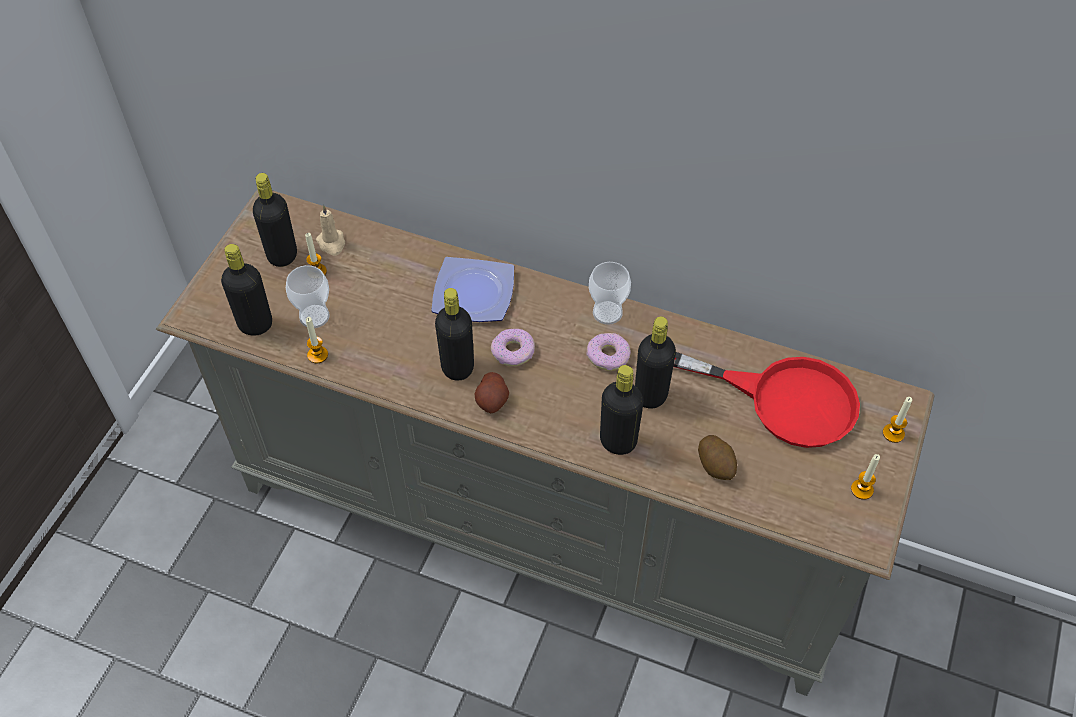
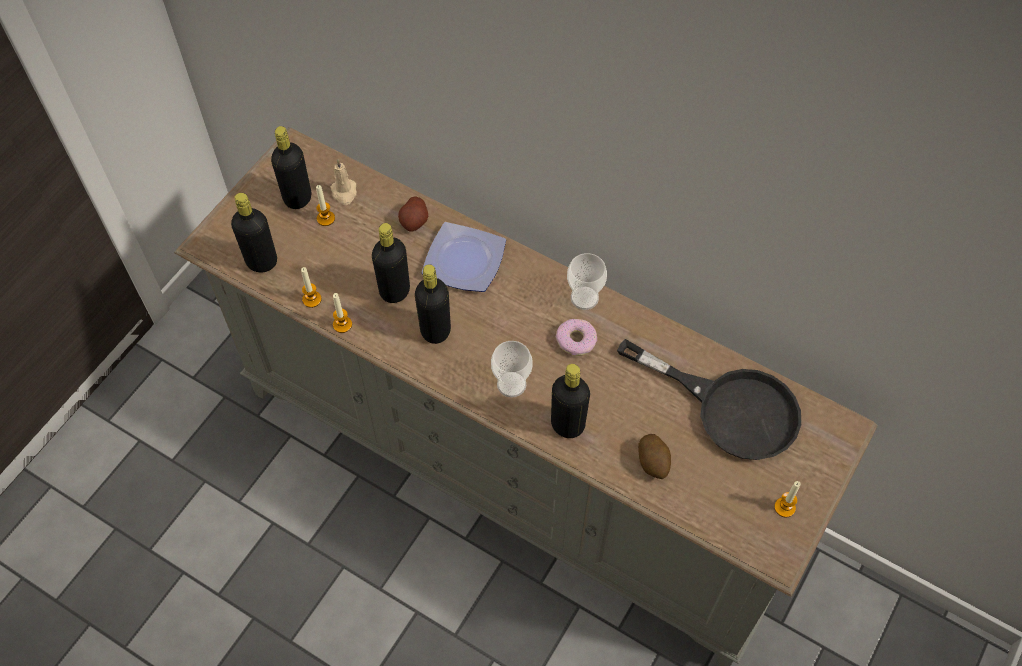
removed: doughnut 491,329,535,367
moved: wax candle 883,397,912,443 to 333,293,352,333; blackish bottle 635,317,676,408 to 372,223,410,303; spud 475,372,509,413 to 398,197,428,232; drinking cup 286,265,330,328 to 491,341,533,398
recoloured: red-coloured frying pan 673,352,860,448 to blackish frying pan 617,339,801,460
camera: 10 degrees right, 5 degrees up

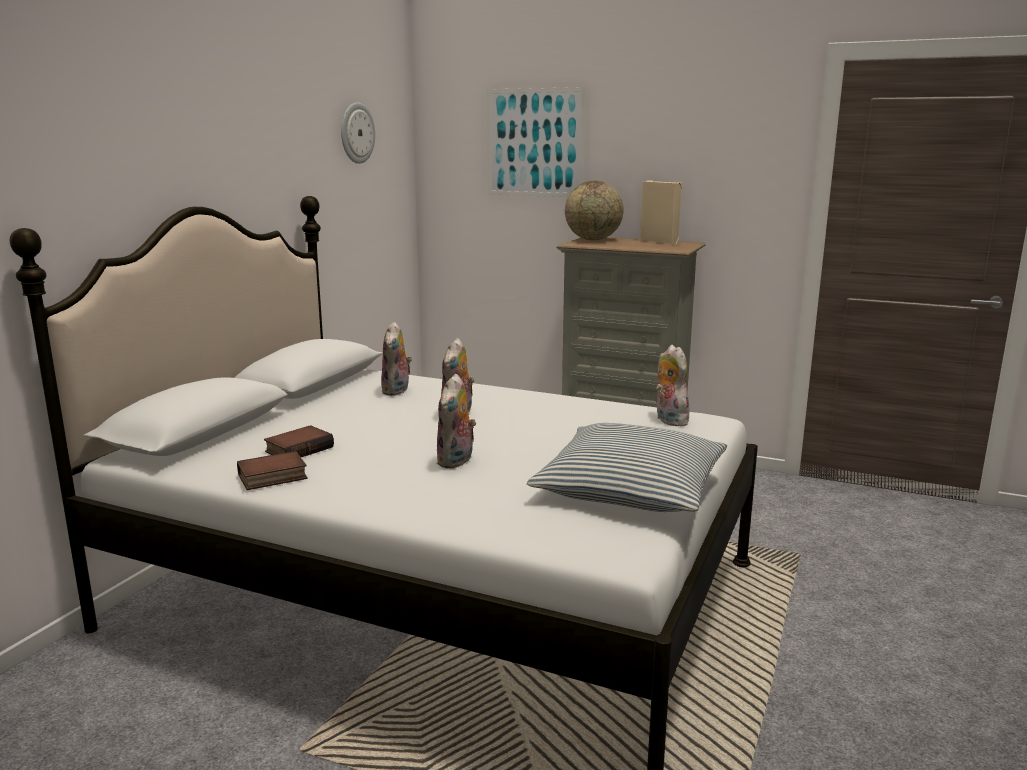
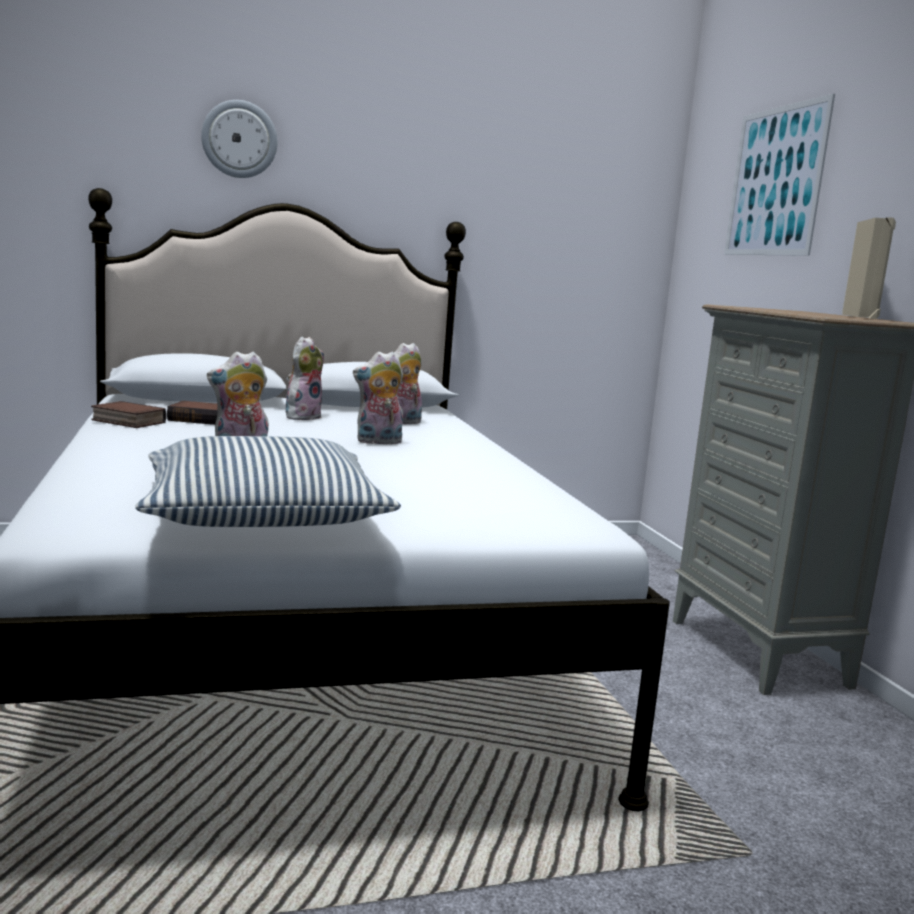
removed: world globe 565,180,624,240
moved: clock on the wall 341,102,375,164 to 201,100,277,178; soft toy 656,345,689,426 to 286,337,324,420
camera: 50 degrees right, 5 degrees down

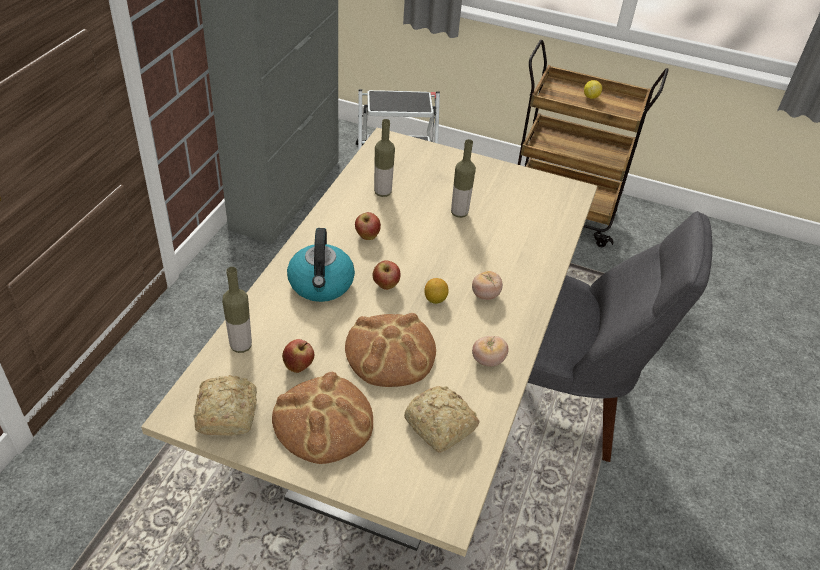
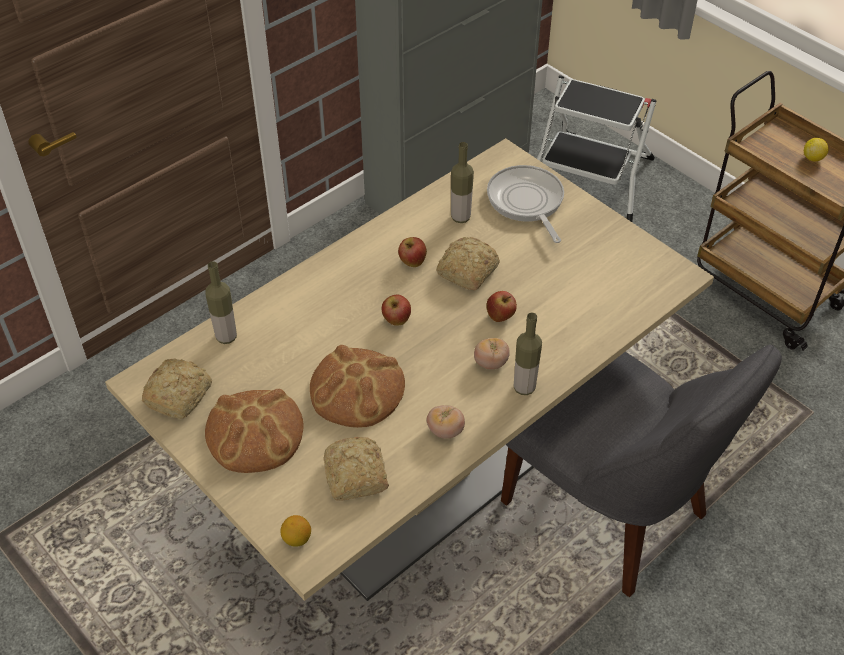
removed: water kettle 287,228,355,302
added: baked bread 436,237,500,290; frying pan 487,165,564,243
moved: whole lemon 424,278,449,304 to 280,515,311,547; whole apple 282,339,314,373 to 486,291,517,322; bottle 451,139,476,218 to 514,313,542,395
camera: 30 degrees right, 5 degrees up

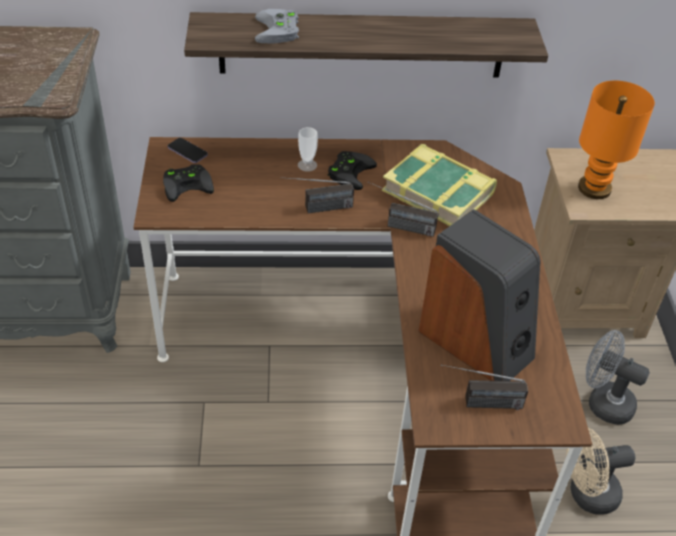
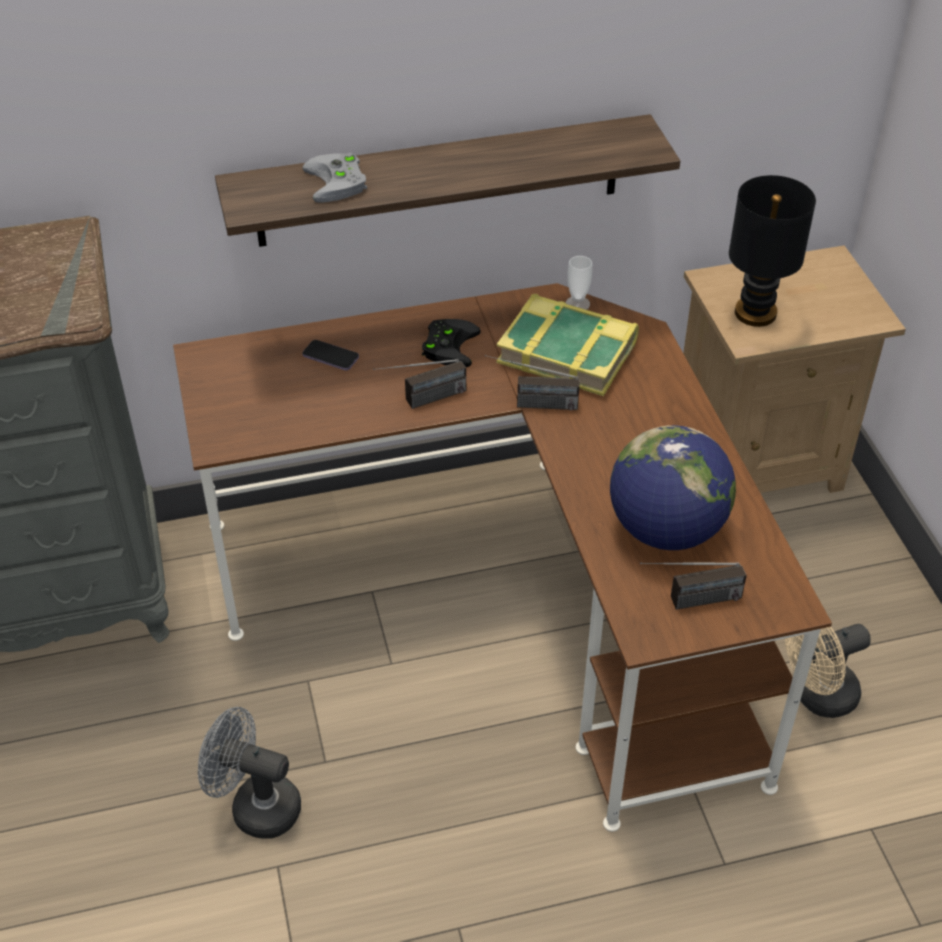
removed: blackish joypad 163,164,214,202
moved: grey electric fan 586,330,650,425 to 198,707,301,839; telephone 168,138,208,163 to 302,340,359,370; drinking cup 298,127,318,172 to 566,256,592,310
replaced: speaker 418,209,541,381 to world globe 610,425,736,550
recoloured: orange table lamp 578,80,655,199 to blackish table lamp 729,175,816,327
camera: 10 degrees left, 0 degrees up

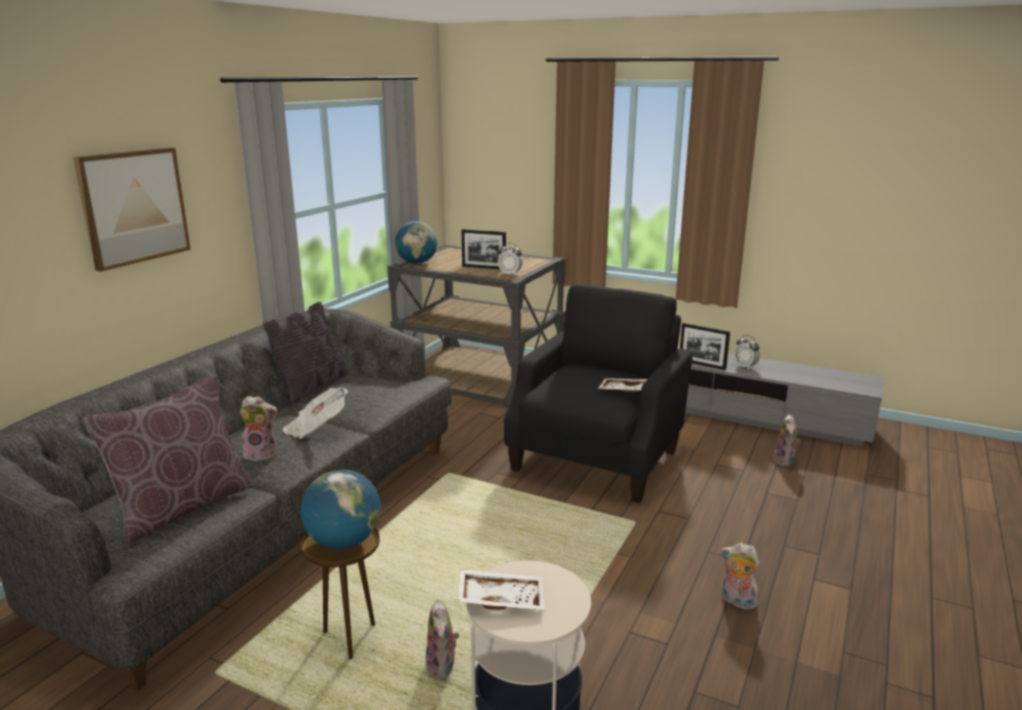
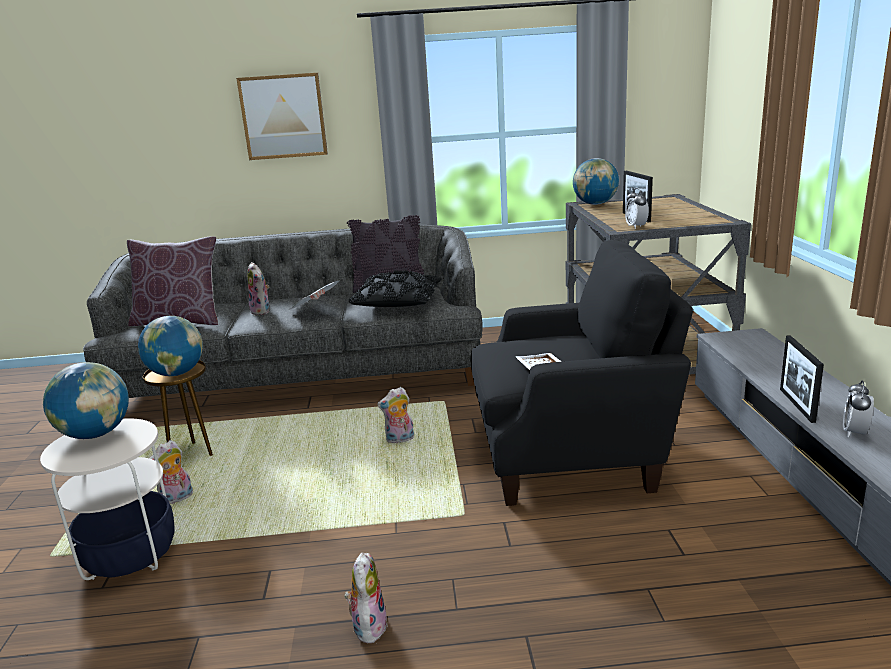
added: blackish cushion 349,270,442,307
moved: soft toy 774,414,800,467 to 377,387,414,443
replaced: white serving tray 458,569,544,610 to world globe 43,362,129,439
camera: 60 degrees right, 0 degrees up

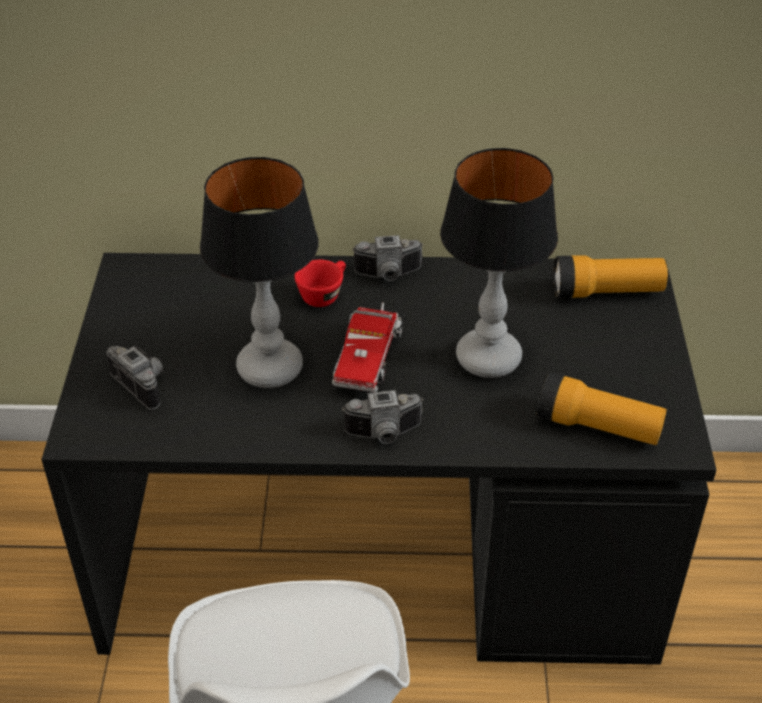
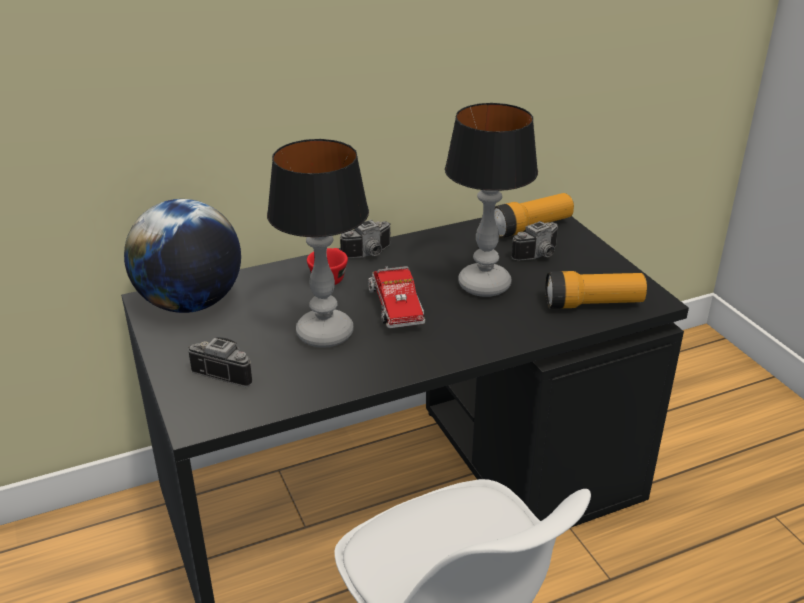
added: world globe 124,199,241,313
moved: photo camera 342,390,423,444 to 511,221,558,261
camera: 25 degrees left, 10 degrees down

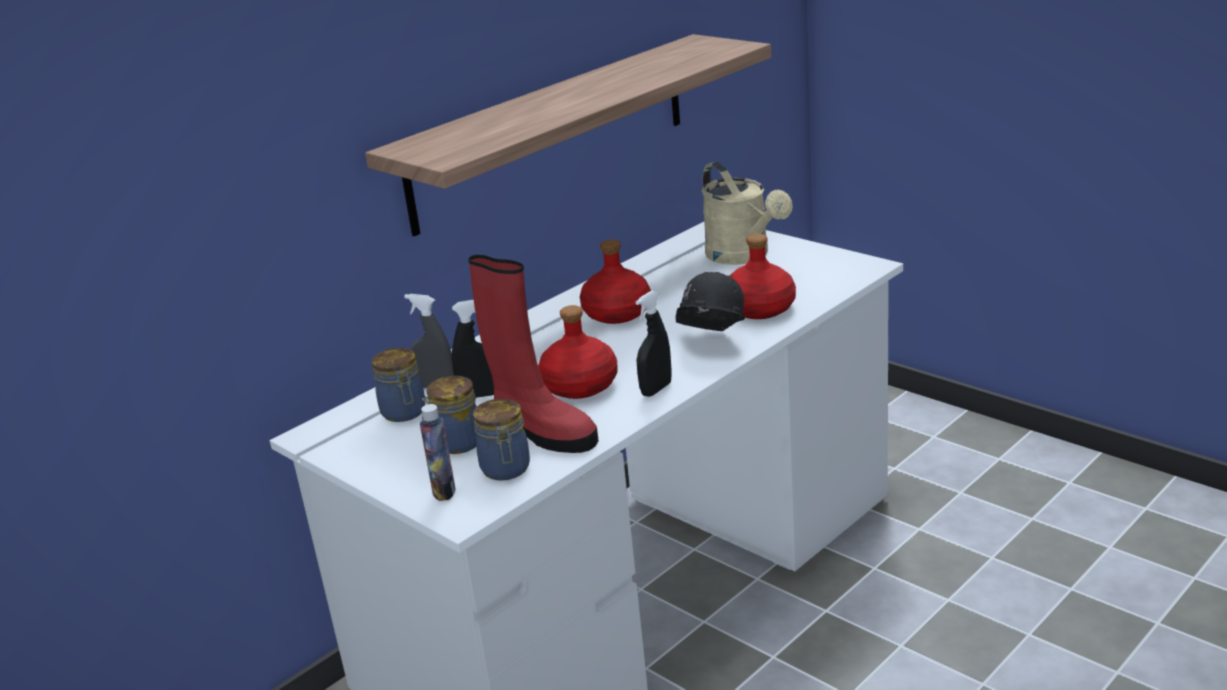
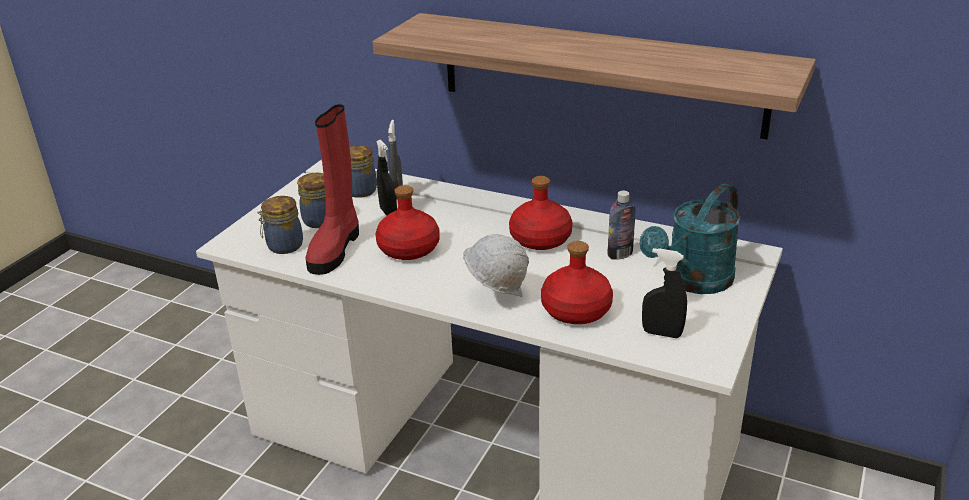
moved: bottle 420,404,456,501 to 607,191,636,260; blackish hand sprayer 636,291,672,397 to 642,248,687,338
recoloured: blackish work helmet 676,272,745,331 to white work helmet 463,234,529,297; beige-coloured watering pot 701,162,792,265 to blue-green watering pot 640,183,741,294
camera: 70 degrees right, 5 degrees up

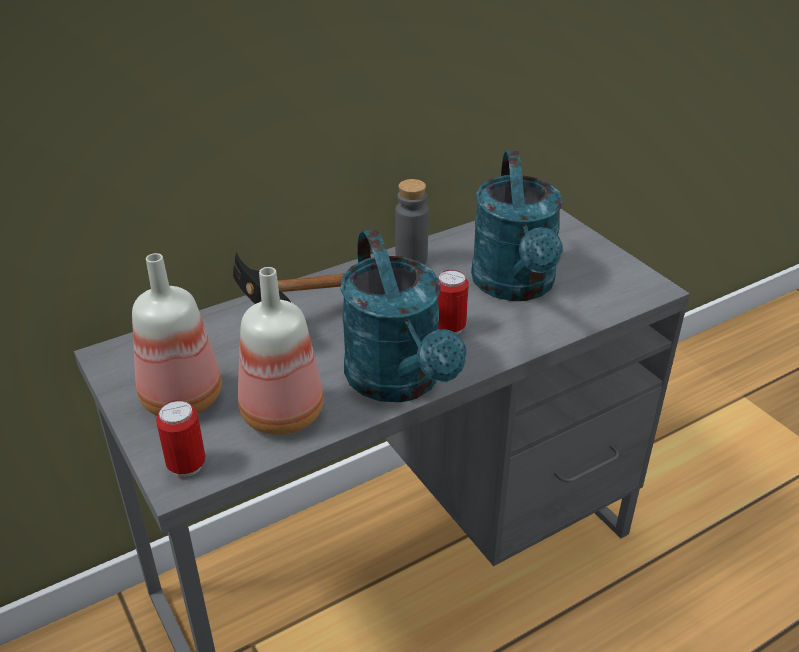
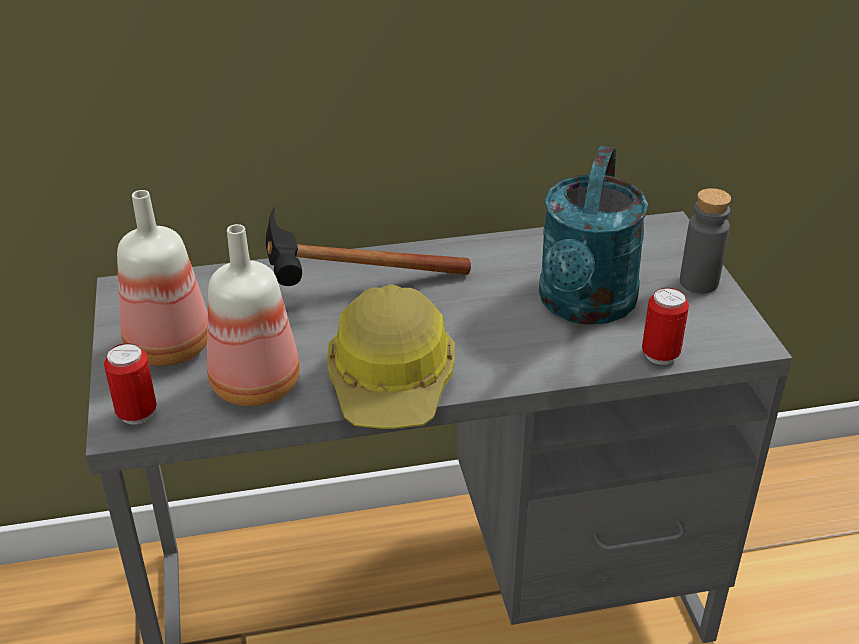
moved: sealed can 438,270,469,335 to 642,287,689,365; grey bottle 395,179,429,264 to 680,188,731,293
replaced: blue-green watering pot 340,229,467,402 to work helmet 327,285,455,429
camera: 20 degrees right, 0 degrees up

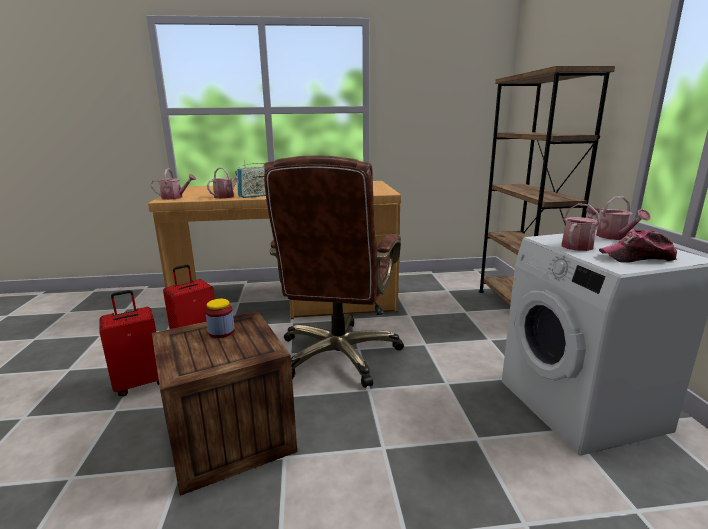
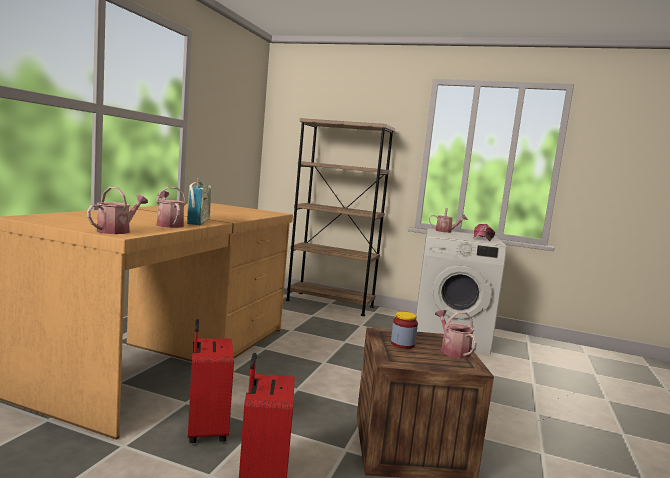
removed: brown-coloured desk chair 264,155,404,388
moved: watering pot 561,203,600,251 to 435,310,477,359
camera: 65 degrees left, 10 degrees down

